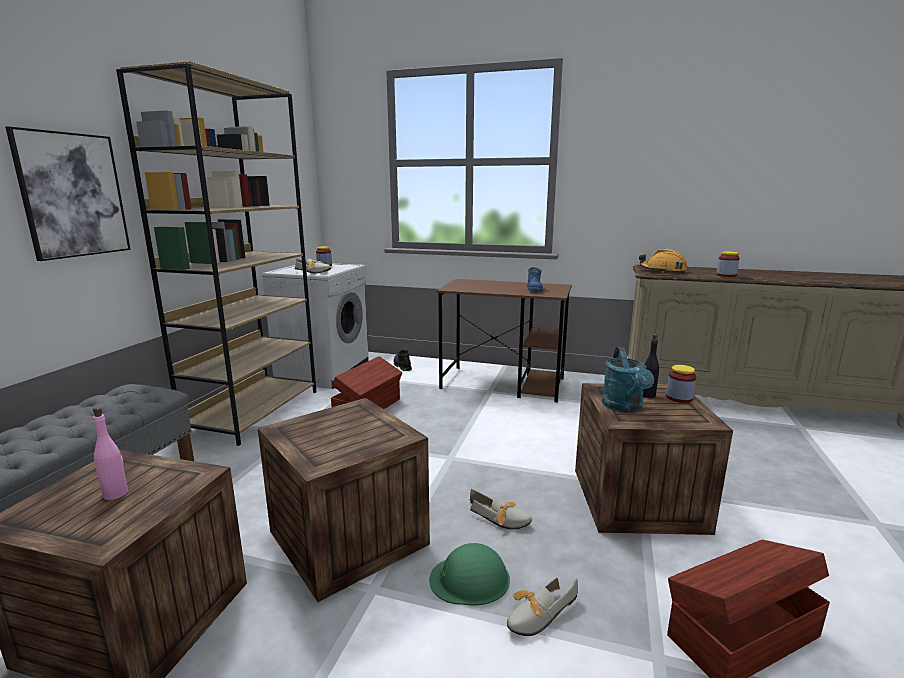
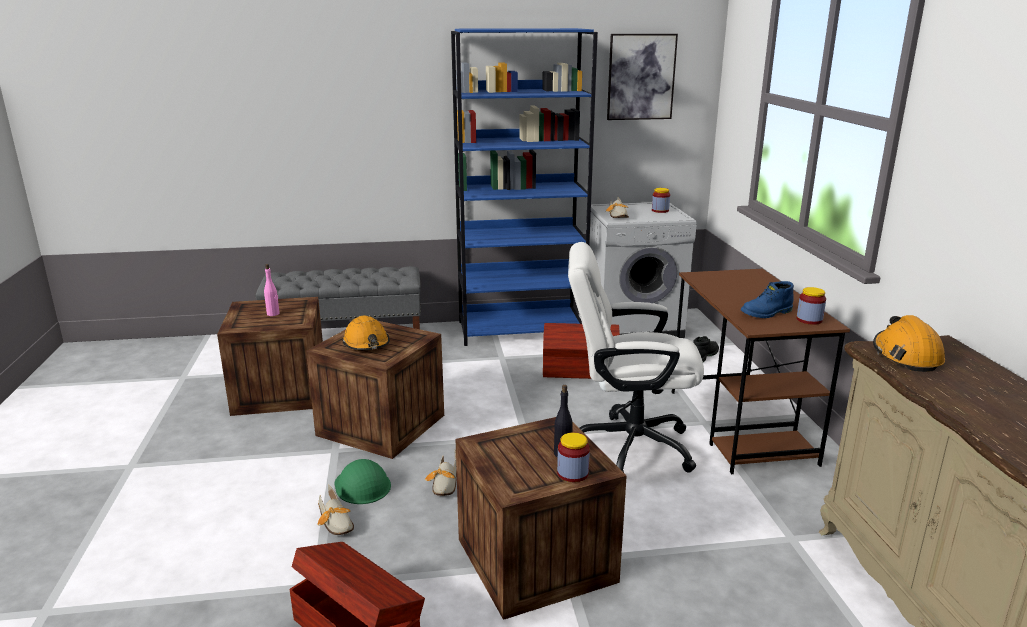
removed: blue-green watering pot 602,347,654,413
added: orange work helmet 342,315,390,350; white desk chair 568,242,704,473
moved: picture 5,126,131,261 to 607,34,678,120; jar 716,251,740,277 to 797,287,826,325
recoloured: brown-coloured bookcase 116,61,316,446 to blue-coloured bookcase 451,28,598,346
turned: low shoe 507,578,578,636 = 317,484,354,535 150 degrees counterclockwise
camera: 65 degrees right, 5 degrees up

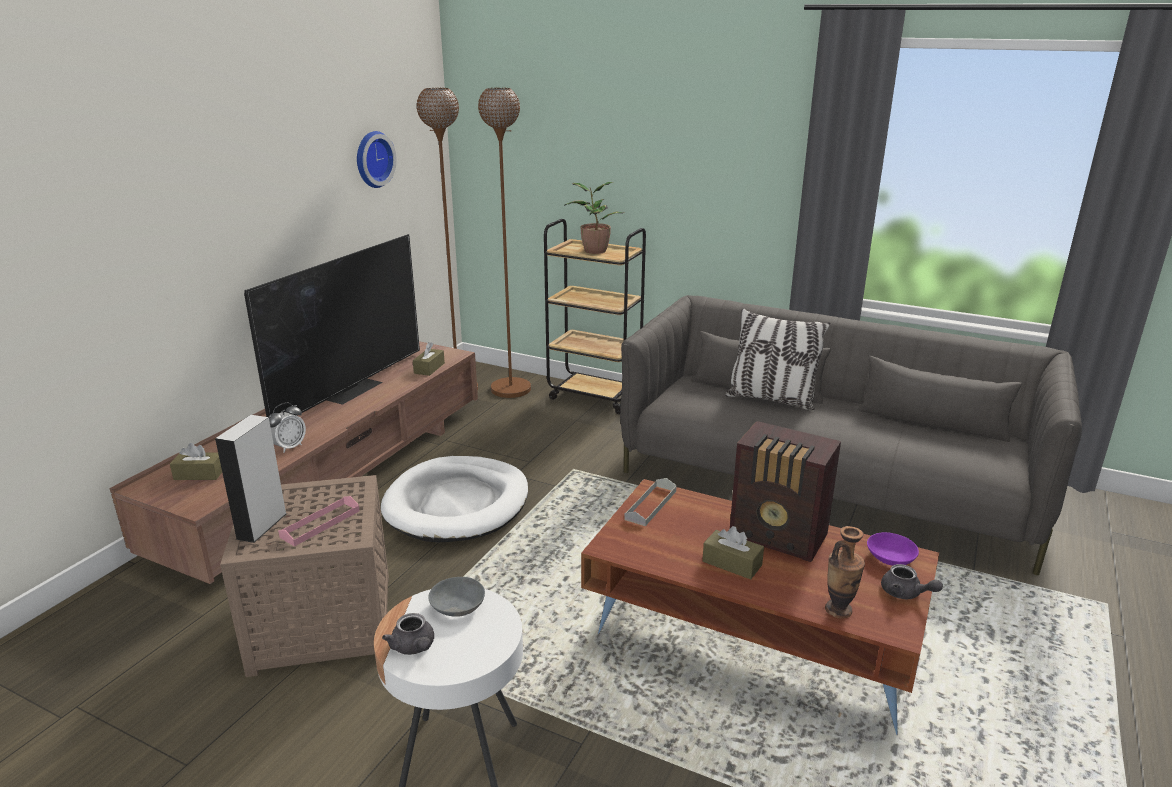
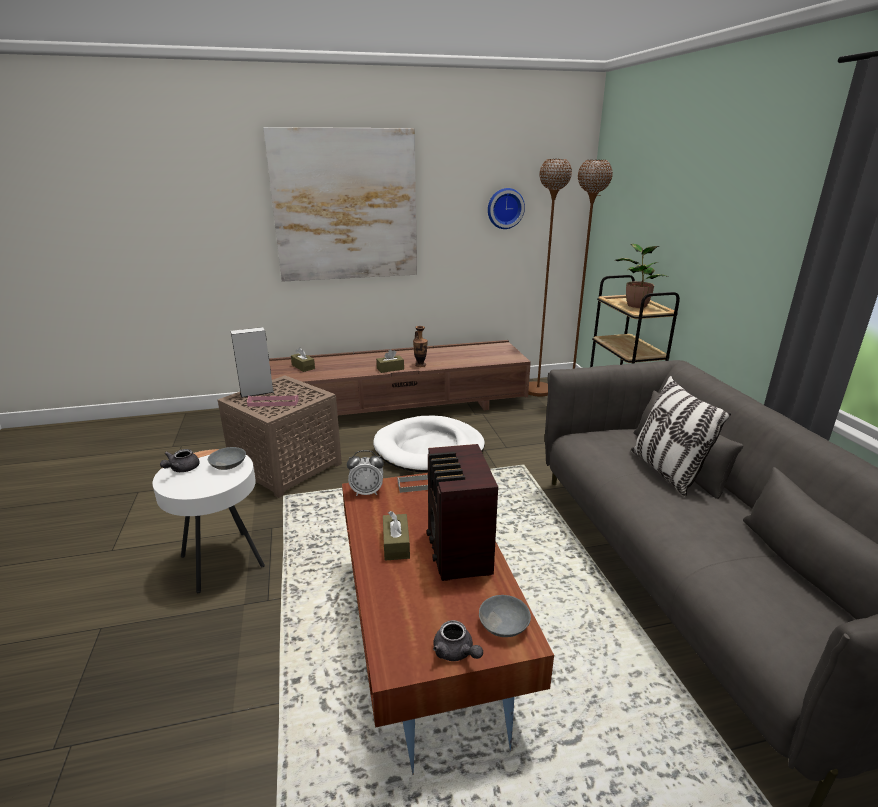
removed: TV 244,234,420,417
added: picture 263,127,417,282
moved: alarm clock 269,402,306,453 to 347,450,384,496; brown-coloured tissue holder 413,342,445,376 to 376,349,404,373; vase 825,526,865,618 to 413,326,428,367
recoloured: purplish bowl 867,532,919,566 to grey bowl 479,595,531,637
turned: grey tea pot 881,564,943,600 = 433,620,483,661 45 degrees counterclockwise
camera: 50 degrees right, 0 degrees up

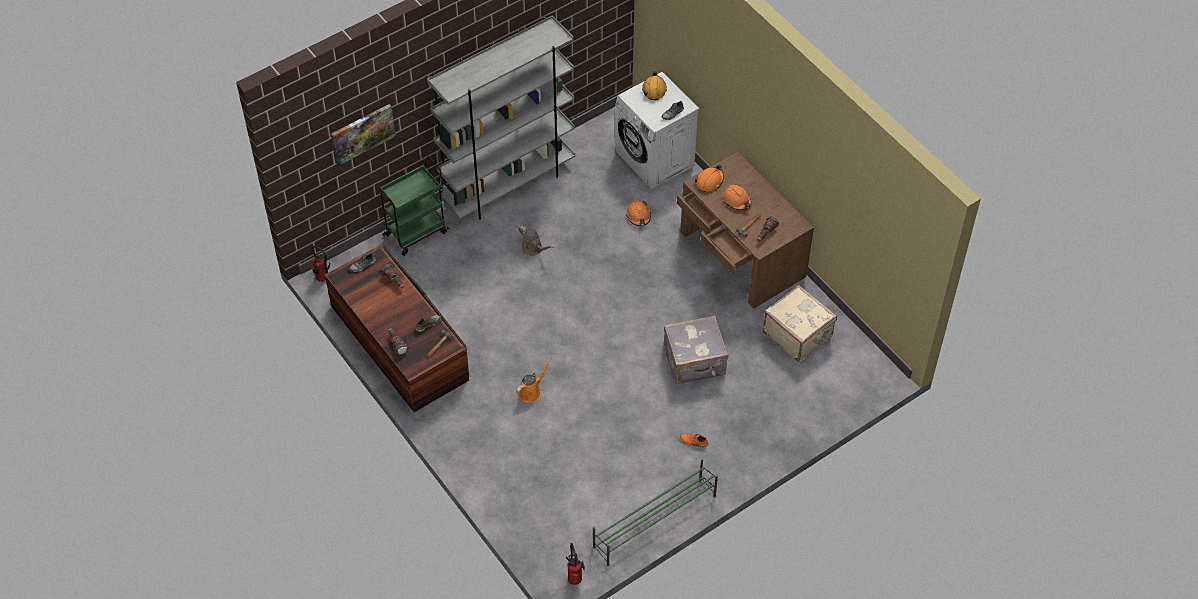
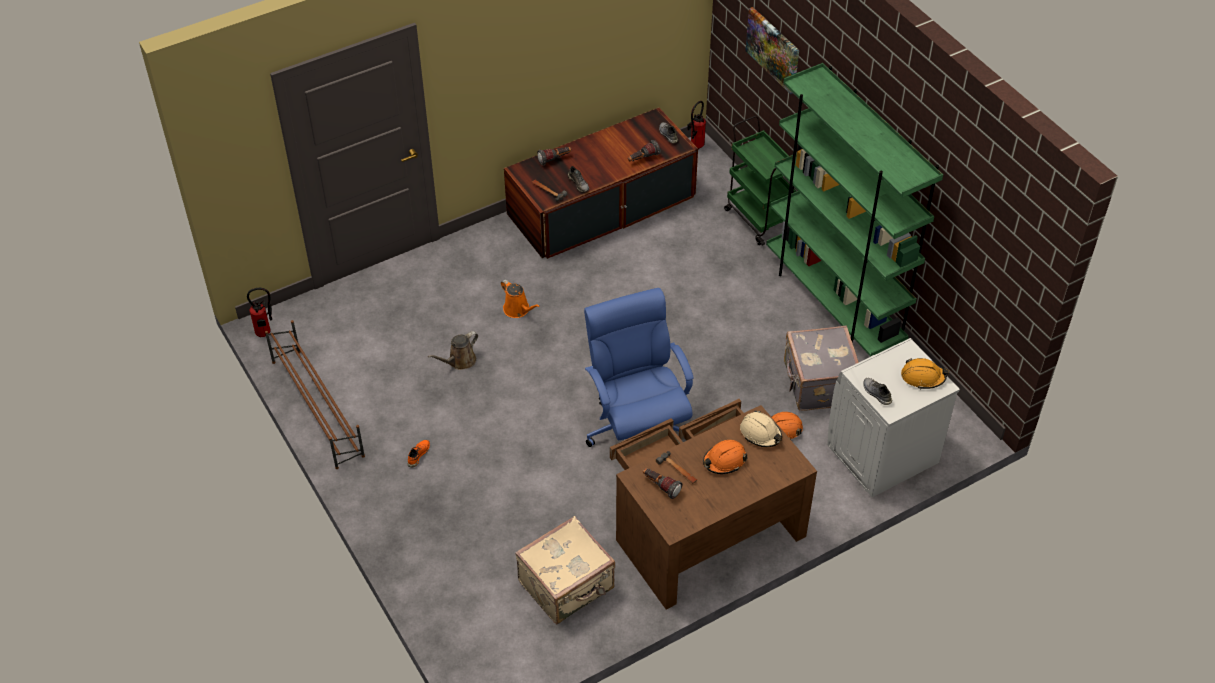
added: blue-coloured desk chair 584,288,694,447
moved: brown-coloured watering pot 518,226,553,256 to 428,331,478,370; grey piece of luggage 664,316,728,384 to 784,326,859,411
recoloured: green-coloured shoe rack 593,458,718,566 to brown-coloured shoe rack 265,320,365,469; orange work helmet 695,164,724,192 to beige-coloured work helmet 740,411,782,447; grey bookcase 427,15,575,220 to green-coloured bookcase 766,63,943,357
camera: 95 degrees right, 5 degrees down

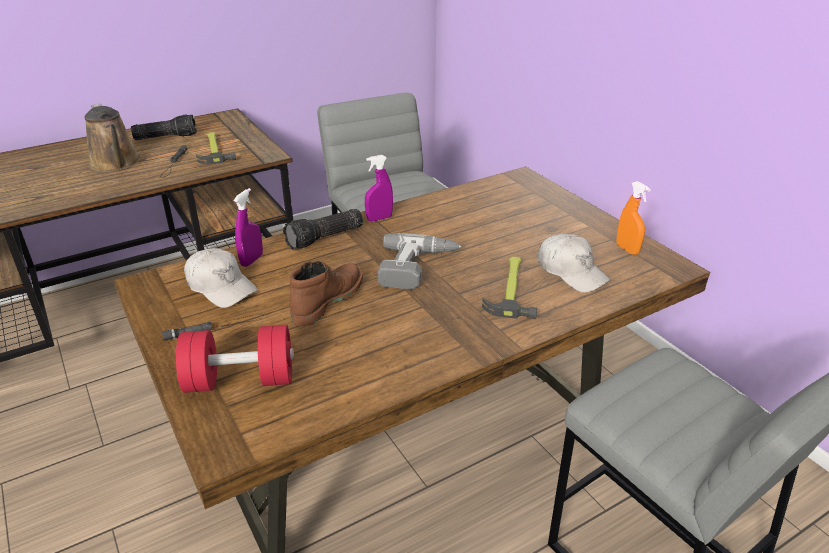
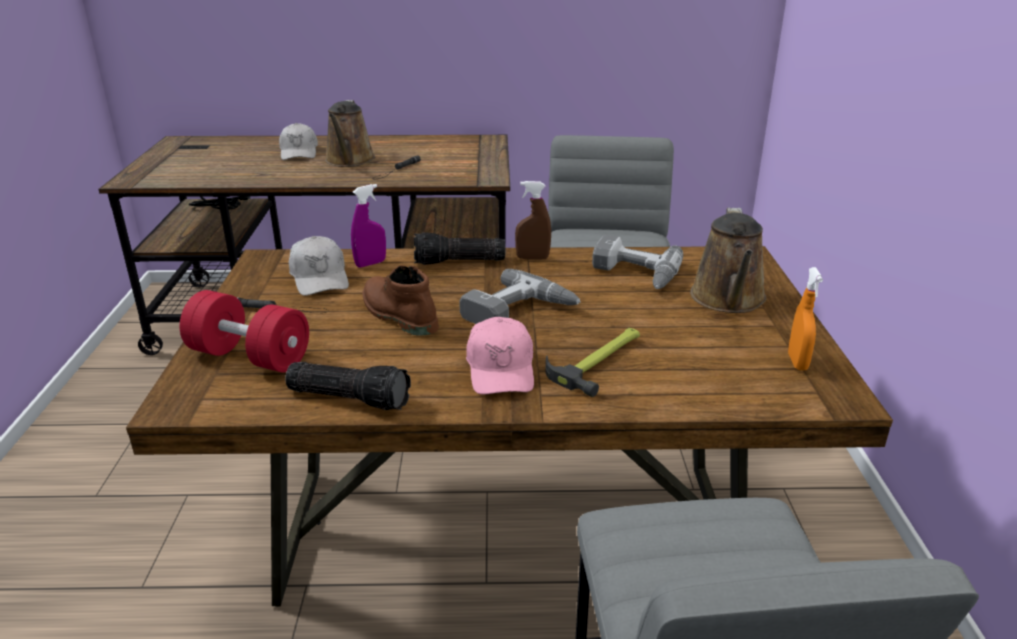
removed: hammer 196,132,236,164
added: pinkish baseball cap 466,317,534,395; power drill 592,235,683,289; brown-coloured watering pot 690,208,766,313
moved: white baseball cap 538,234,610,293 to 279,123,318,160; torch 131,114,197,140 to 285,362,411,410
recoloured: purplish hand sprayer 365,155,393,222 to brown-coloured hand sprayer 515,181,551,259
turned: brown-coloured high-top boot 290,261,363,326 = 362,265,439,336 105 degrees counterclockwise
camera: 30 degrees right, 5 degrees down

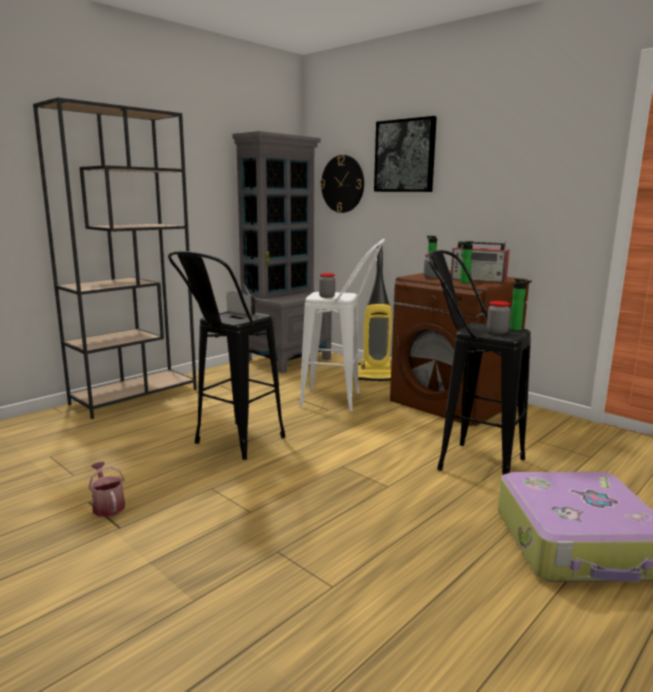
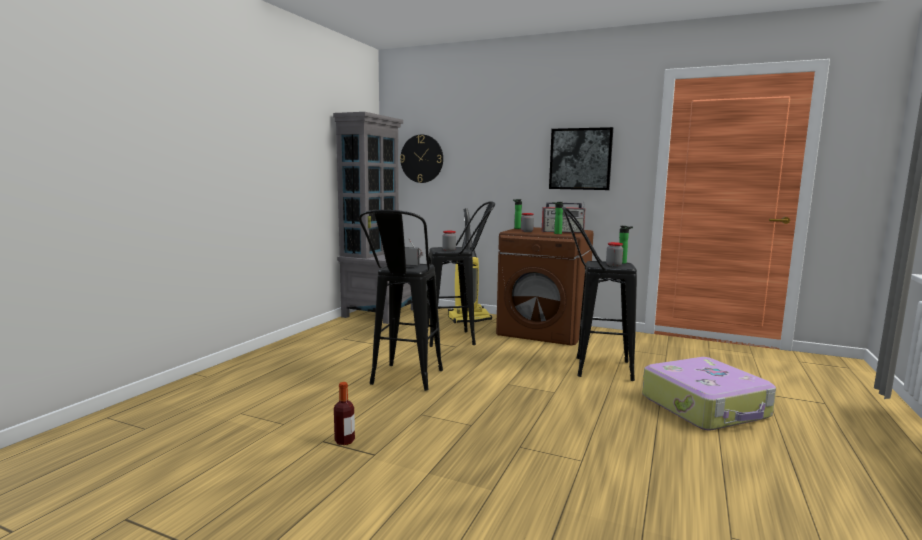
removed: bookcase 33,97,197,419
moved: picture 374,116,437,192 to 549,127,613,190
replaced: watering pot 88,462,125,517 to bottle 334,382,355,445
recoloured: white stool seat 299,239,385,411 to blackish stool seat 427,201,495,347
camera: 20 degrees left, 5 degrees down

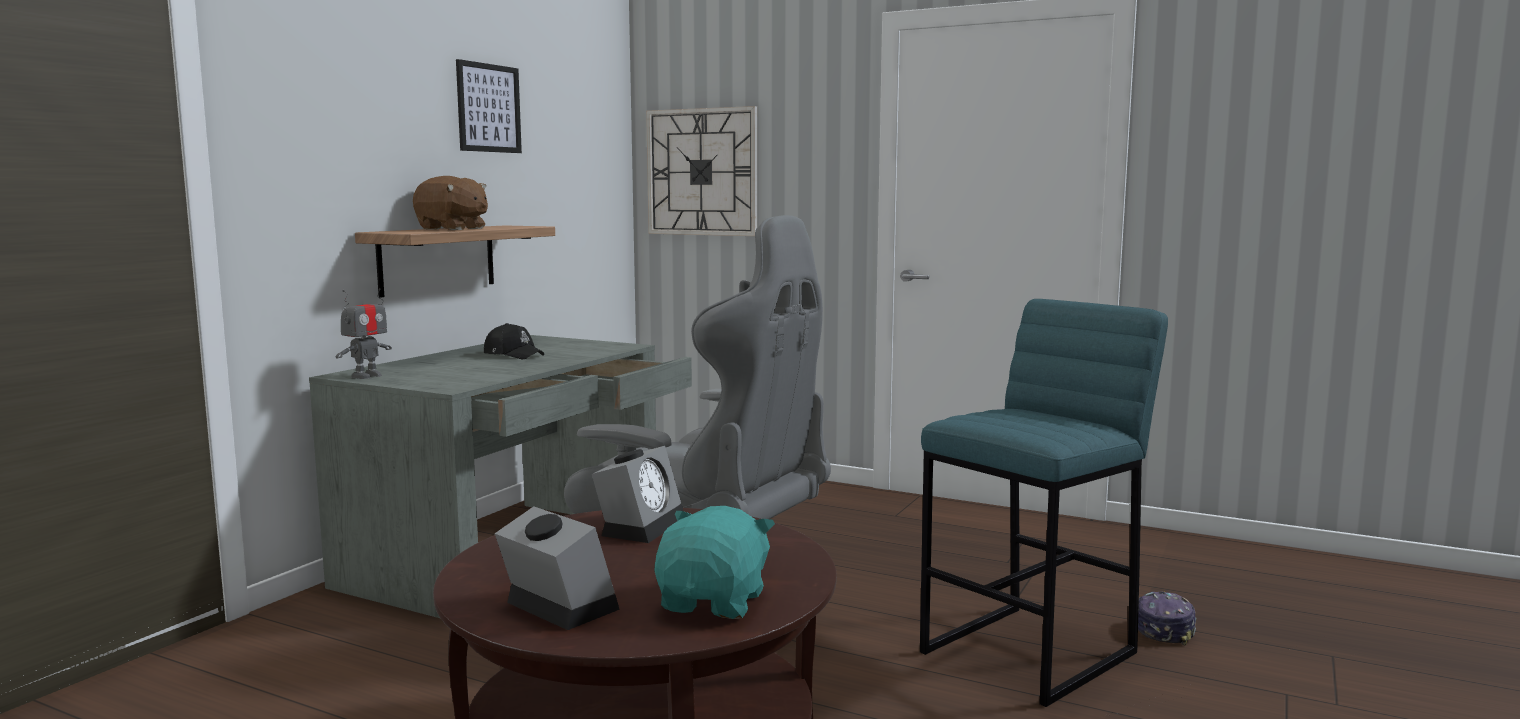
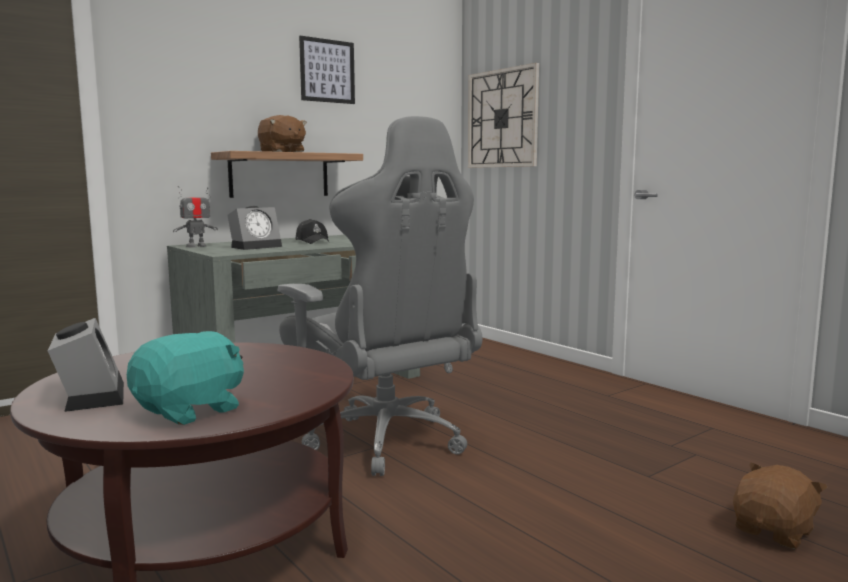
removed: blue-green stool seat 920,299,1168,707
moved: alarm clock 592,446,683,543 to 227,206,282,250
replaced: baseball cap 1138,592,1196,646 to brown-coloured soft toy 733,463,828,549
camera: 25 degrees right, 0 degrees up

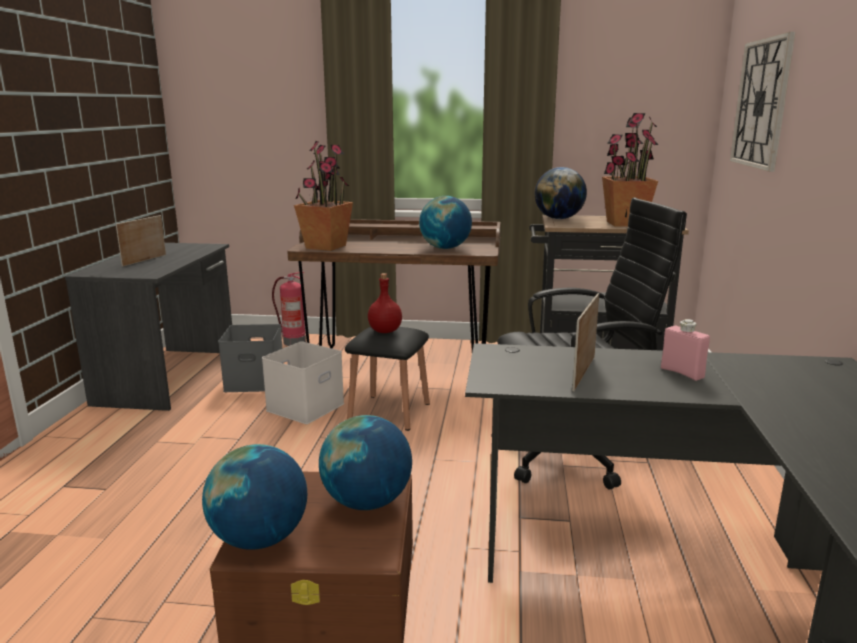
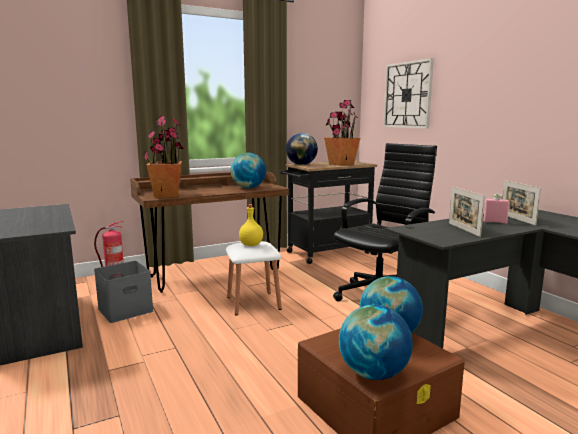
removed: white storage container 262,341,344,424
moved: photo frame 116,215,166,267 to 502,180,541,226
recoloured: blackish stool seat 345,327,430,431 to white stool seat 226,241,282,316; red-coloured bottle 368,273,402,333 to yellow bottle 239,204,263,246
camera: 35 degrees left, 5 degrees down

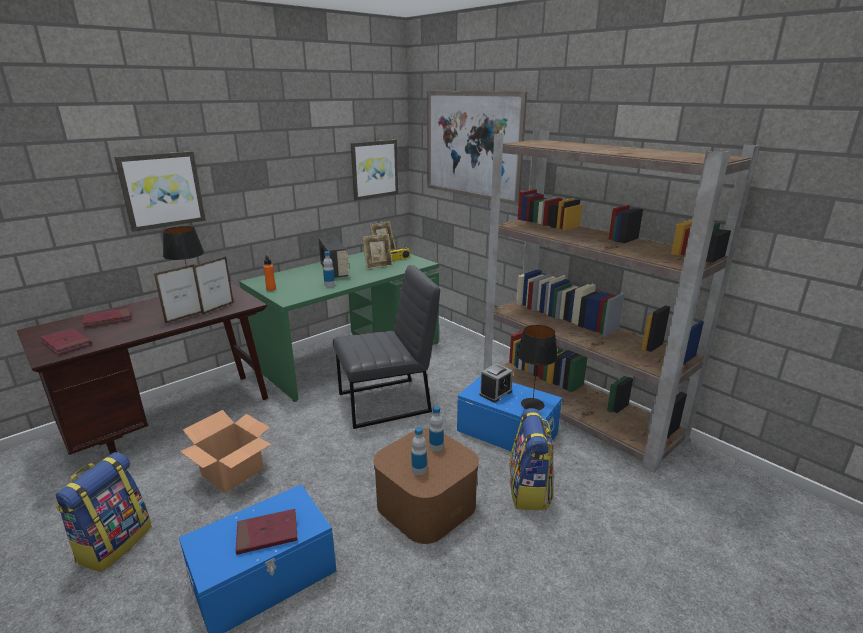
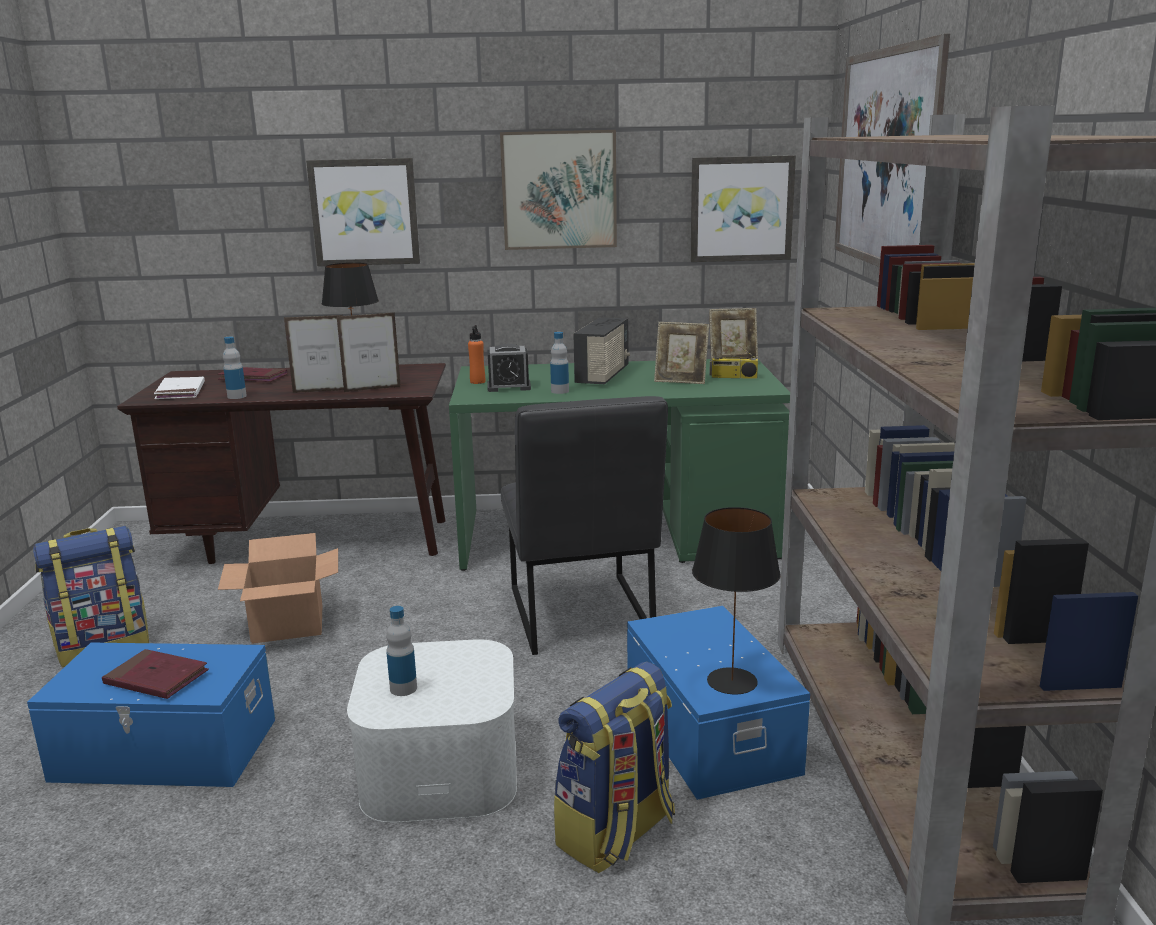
added: picture 500,130,617,250
moved: bottle 429,406,444,452 to 223,337,247,399; alarm clock 479,363,513,403 to 487,344,531,392
recoloured: red-coloured bound book 41,328,92,355 to white bound book 154,377,205,399; brown-coloured storage container 373,428,479,544 to white storage container 347,639,517,823
turned: grey chair 333,265,440,429 = 501,396,668,655 60 degrees clockwise
camera: 40 degrees right, 5 degrees down

